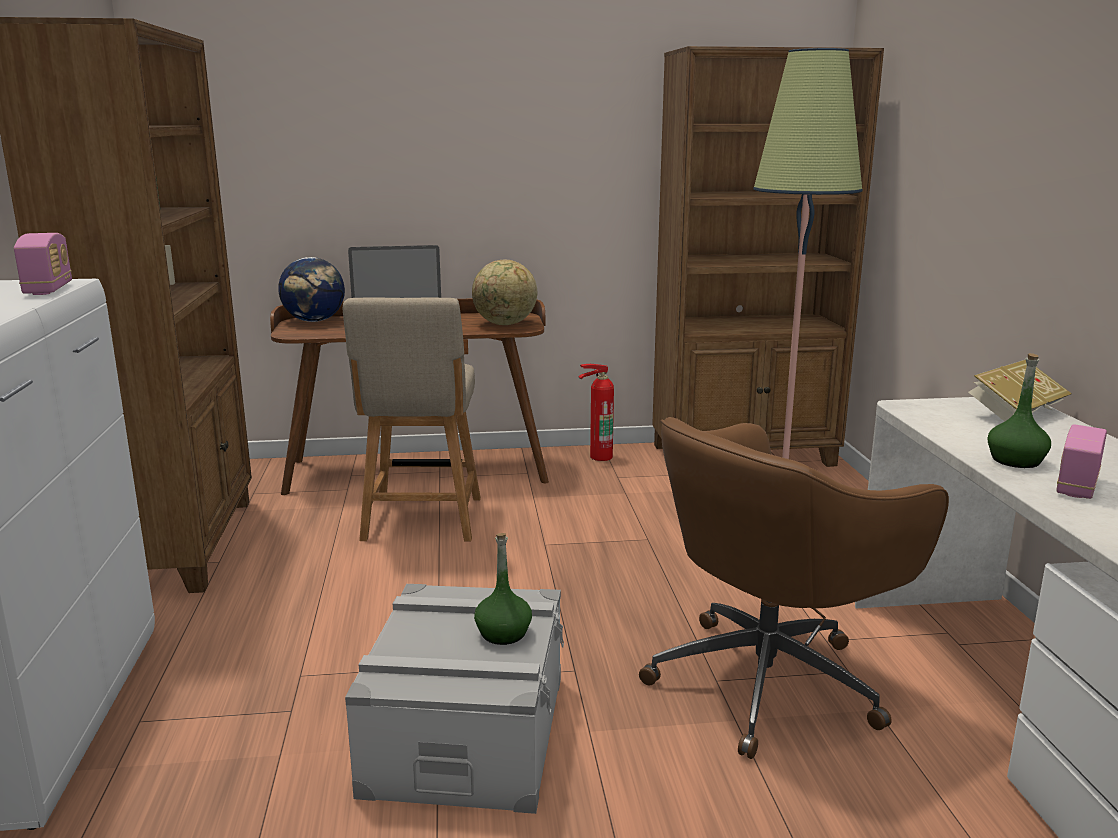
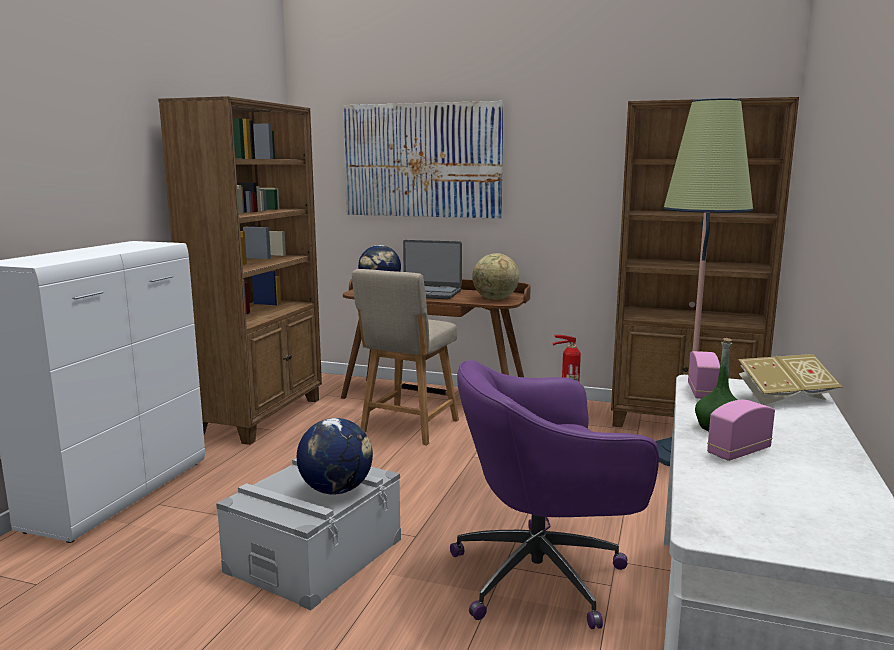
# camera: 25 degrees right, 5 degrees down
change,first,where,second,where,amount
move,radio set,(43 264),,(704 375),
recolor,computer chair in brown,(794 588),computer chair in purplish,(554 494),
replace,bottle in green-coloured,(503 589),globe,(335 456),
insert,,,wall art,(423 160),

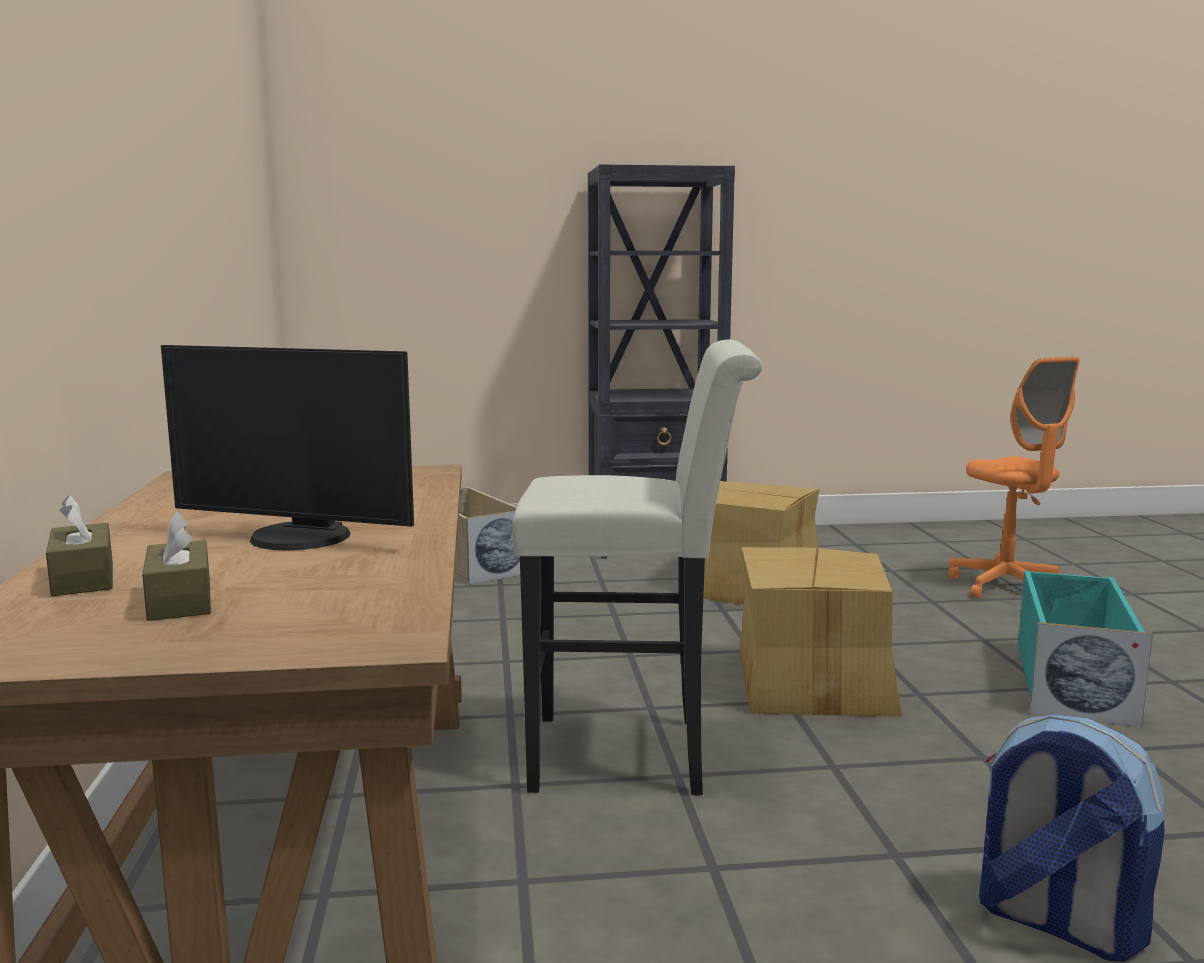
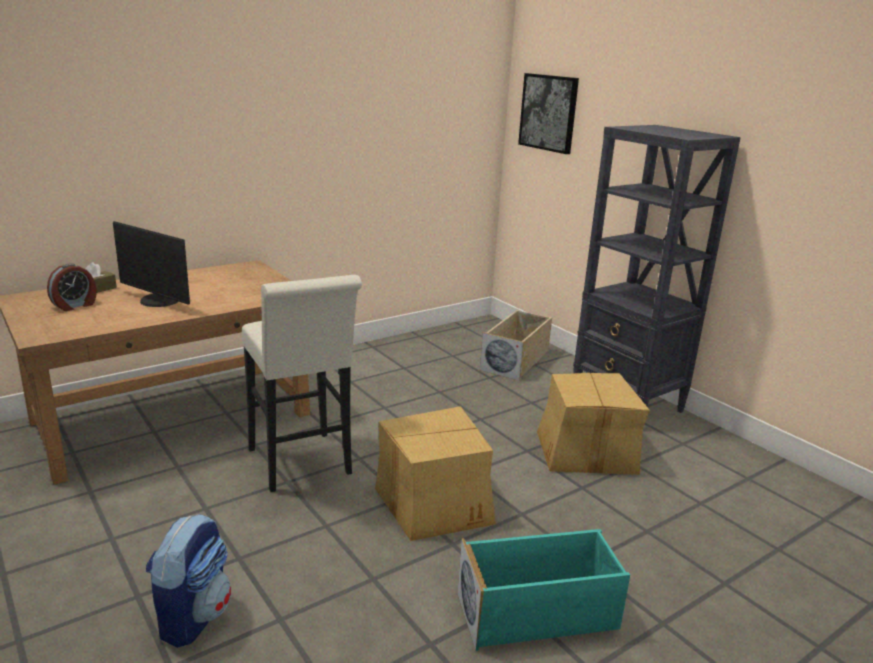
# camera: 60 degrees right, 10 degrees up
change,first,where,second,where,amount
rotate,computer screen,(287 447),,(151 264),45 degrees counterclockwise
delete,computer chair in orange,(1014 478),,,
replace,box of tissues in brown,(176 566),bedside clock,(72 287),
insert,,,wall art,(548 113),

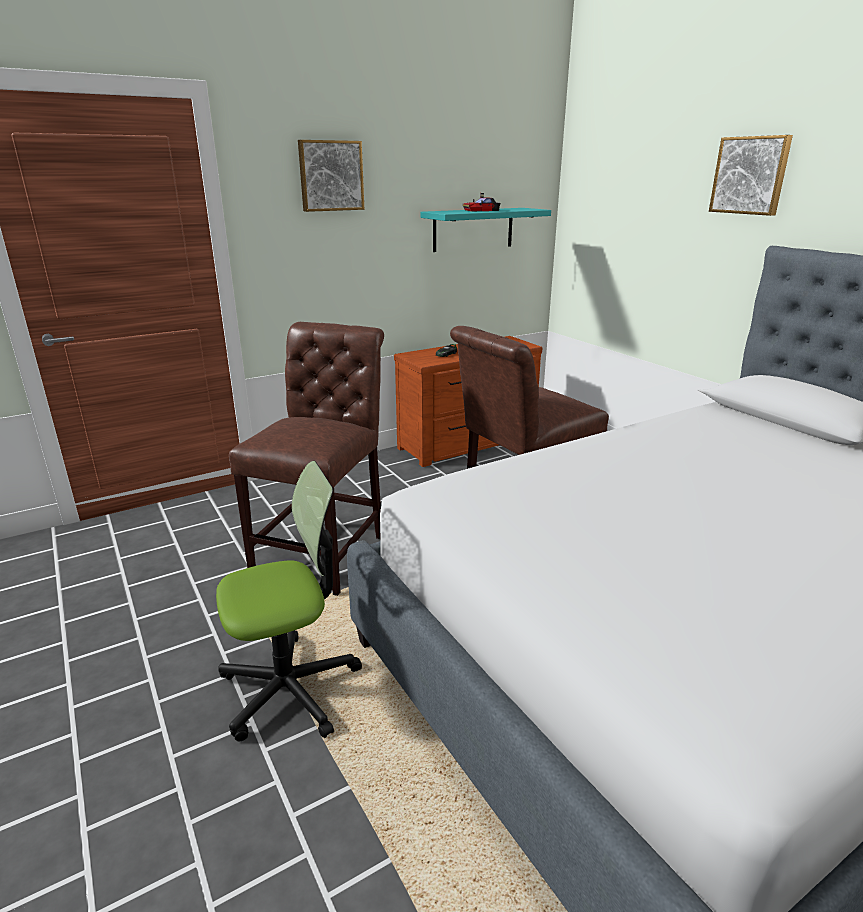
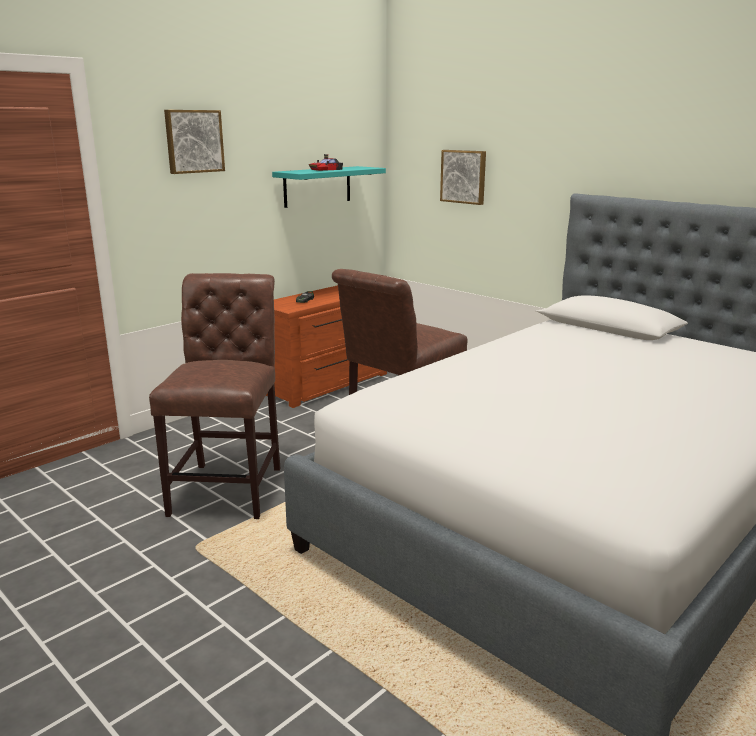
# camera: 15 degrees left, 5 degrees down
change,first,where,second,where,amount
move,wall art,(751 175),,(463 177),
delete,computer chair,(289 601),,,

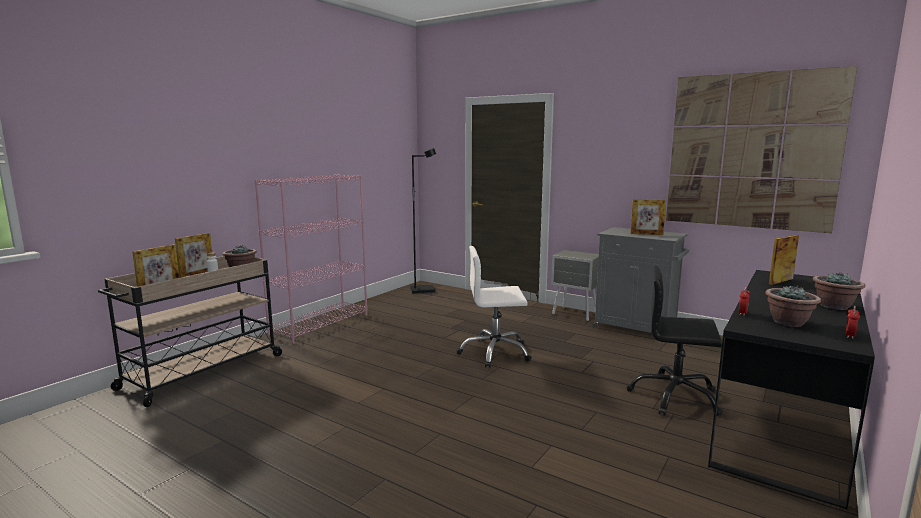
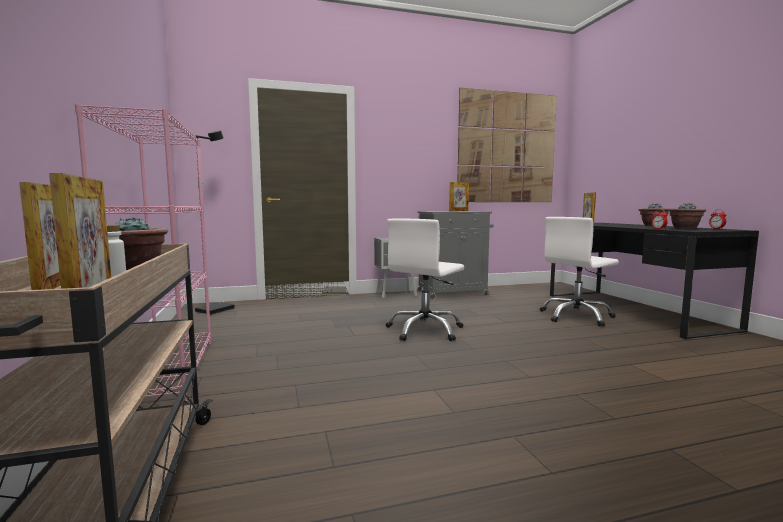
# camera: 50 degrees left, 5 degrees down
change,first,where,second,where,amount
recolor,computer chair in black,(675 340),computer chair in white-coloured,(579 272),

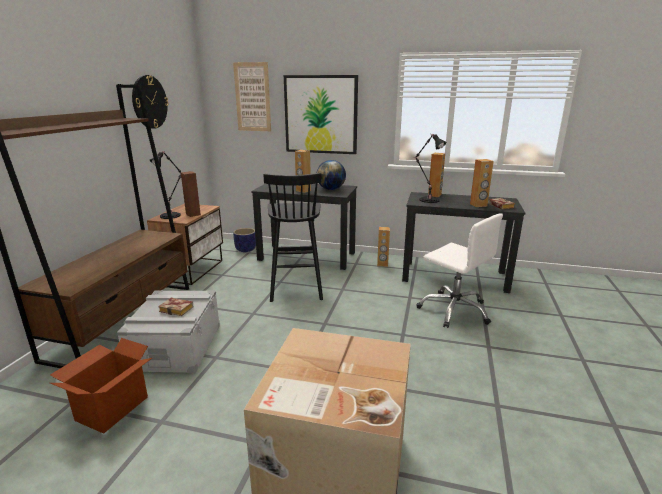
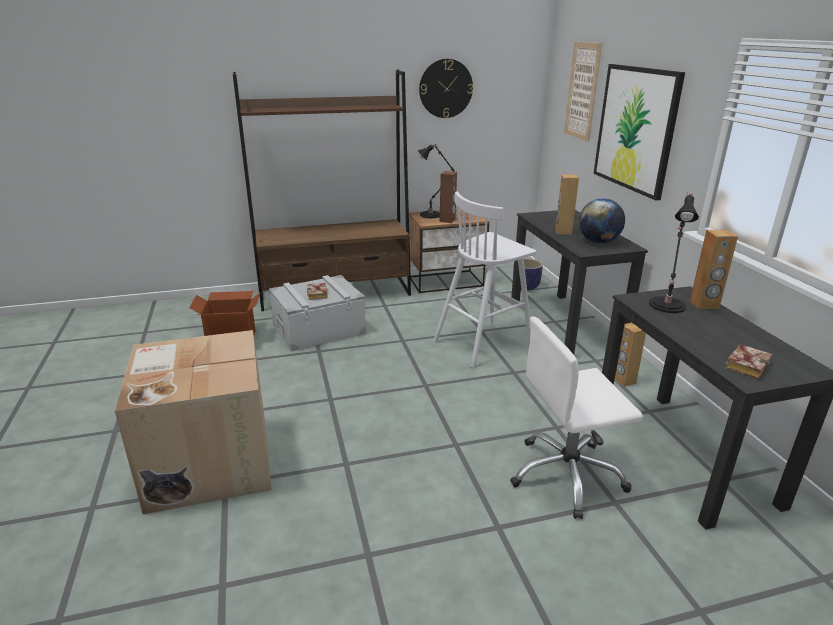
# camera: 60 degrees right, 5 degrees up
change,first,where,second,where,amount
delete,speaker in brown,(482 183),,,
recolor,sitting stool in black,(293 237),sitting stool in white-coloured,(485 279),
rotate,computer chair in white-coloured,(459 270),,(576 417),60 degrees clockwise

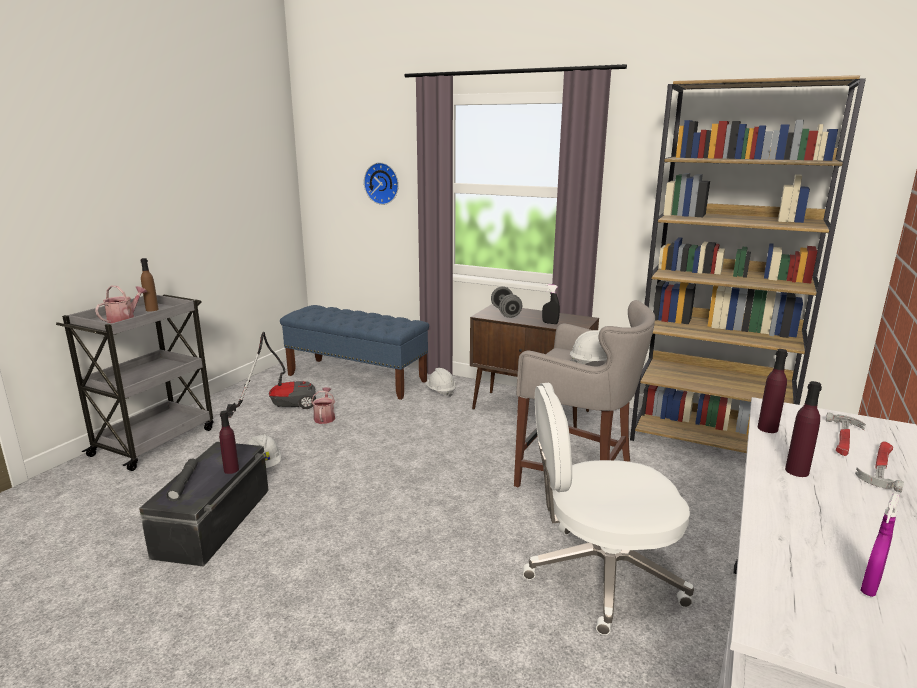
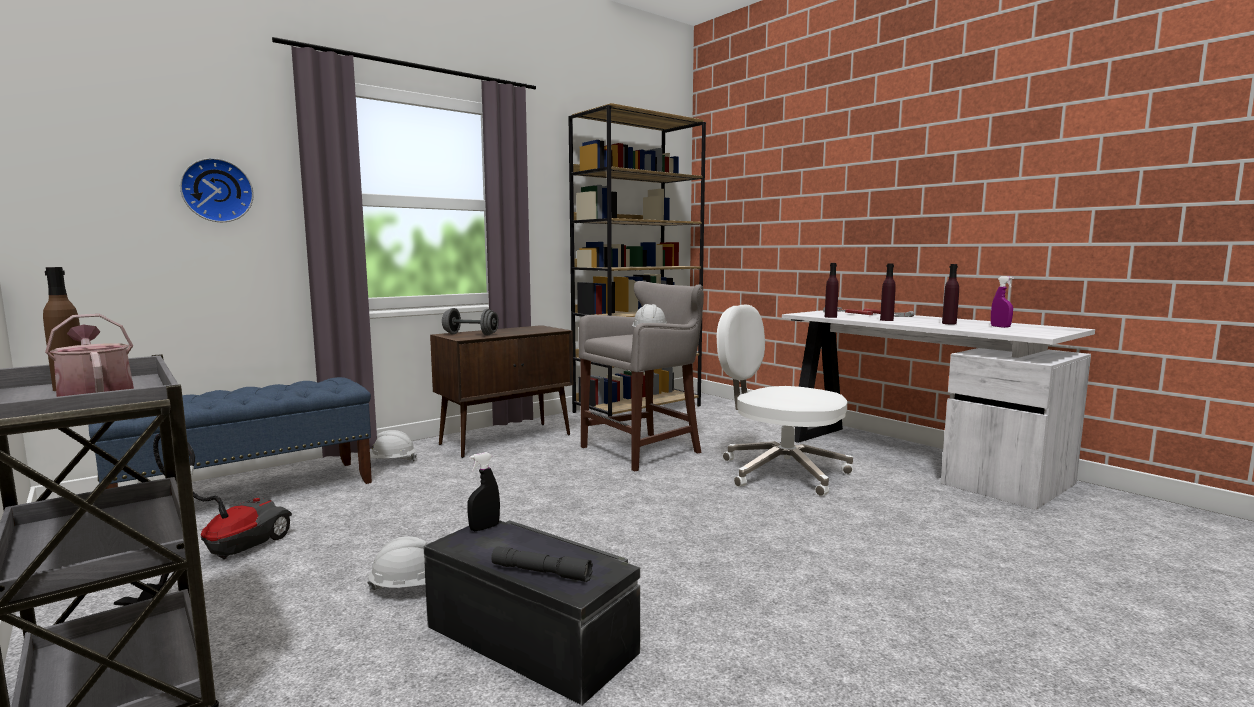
# camera: 65 degrees left, 10 degrees down
change,first,where,second,where,amount
move,hand sprayer in black,(551 304),,(483 491),
rotate,computer chair in white-coloured,(608 509),,(785 400),105 degrees clockwise
delete,sprinkling can,(323 405),,,
move,bottle in purplish,(229 442),,(950 294),

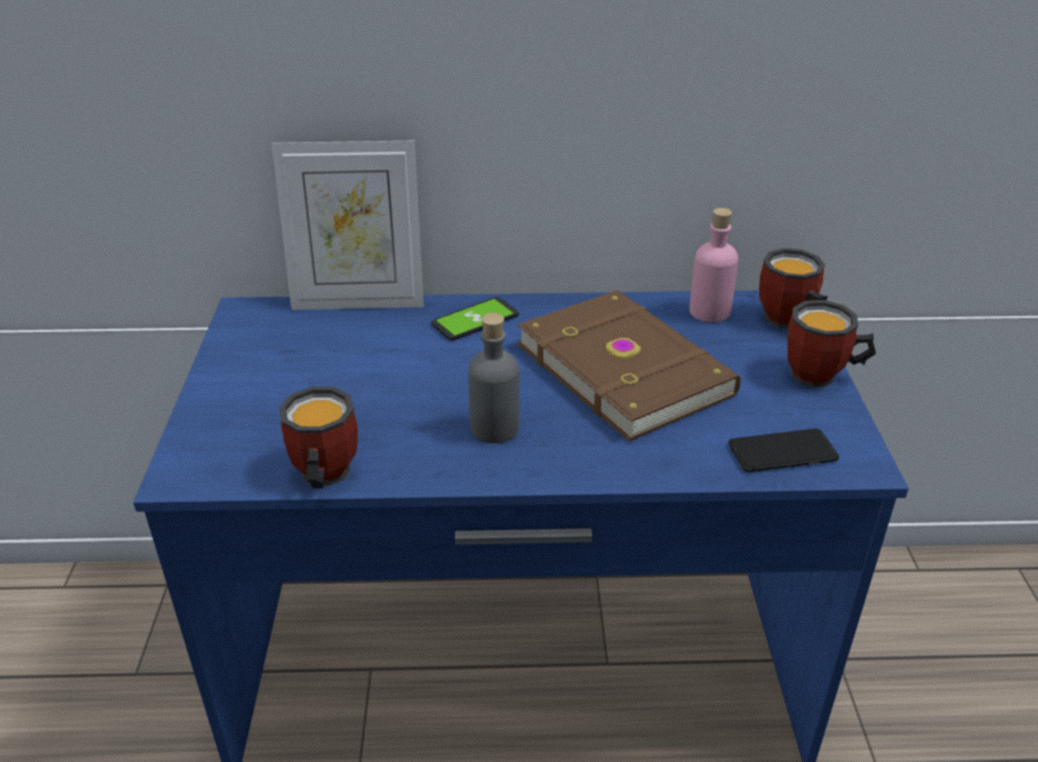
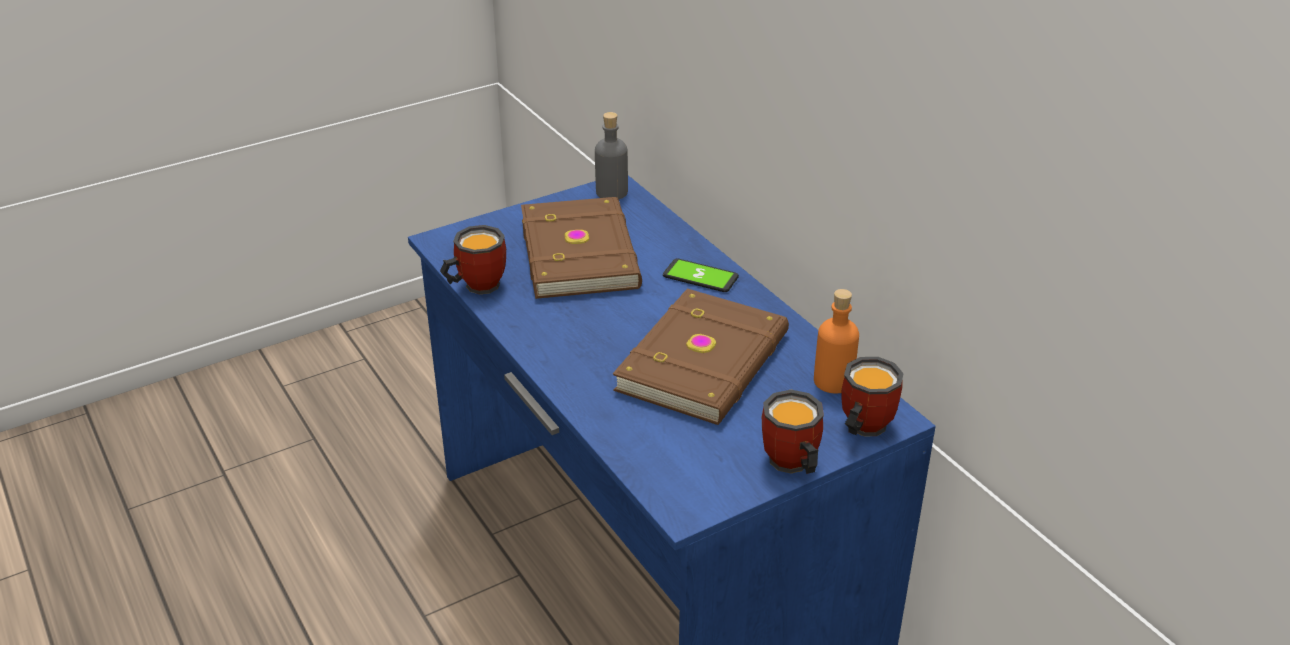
# camera: 60 degrees right, 0 degrees up
change,first,where,second,where,amount
delete,picture frame,(347 225),,,
recolor,bottle in pink-coloured,(713 265),bottle in orange,(836 341),
move,bottle in grey,(493 378),,(611 155),
delete,telephone,(783 450),,,
insert,,,book in brown,(581 248),

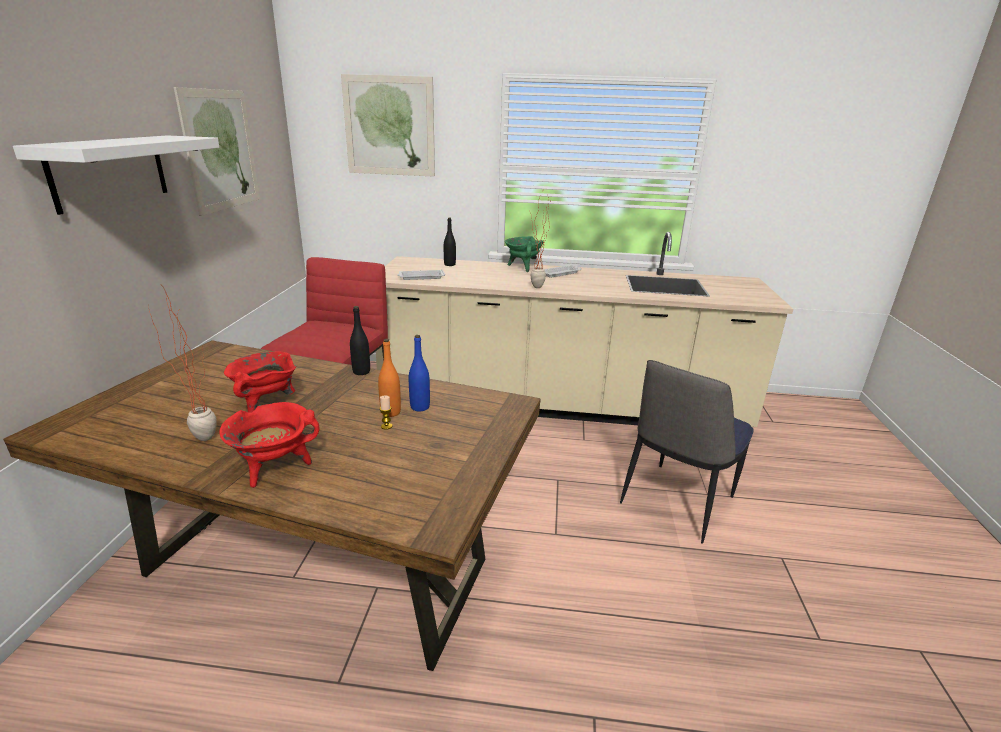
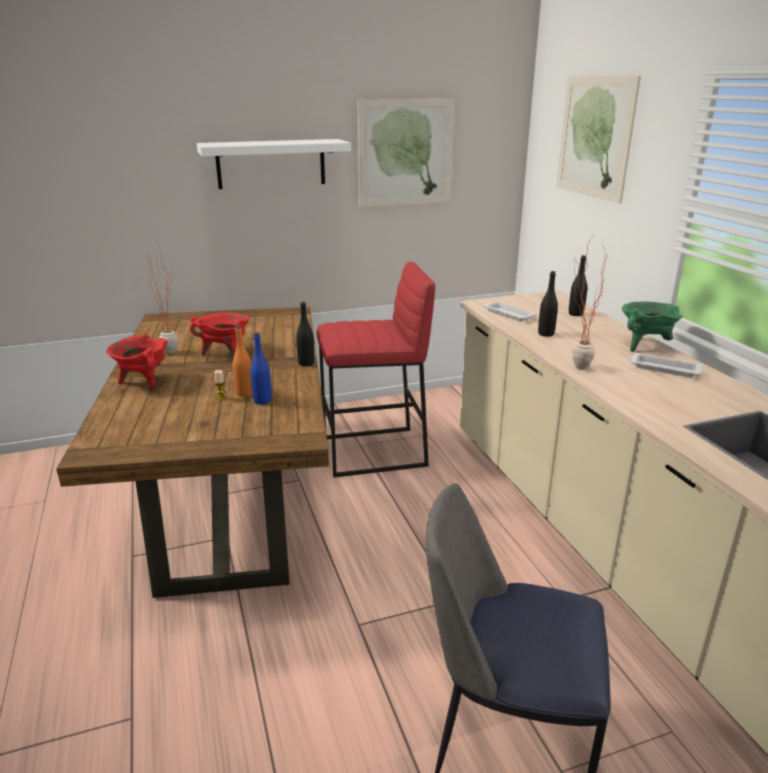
# camera: 65 degrees right, 0 degrees up
change,first,where,second,where,amount
insert,,,bottle in black,(548 304),

